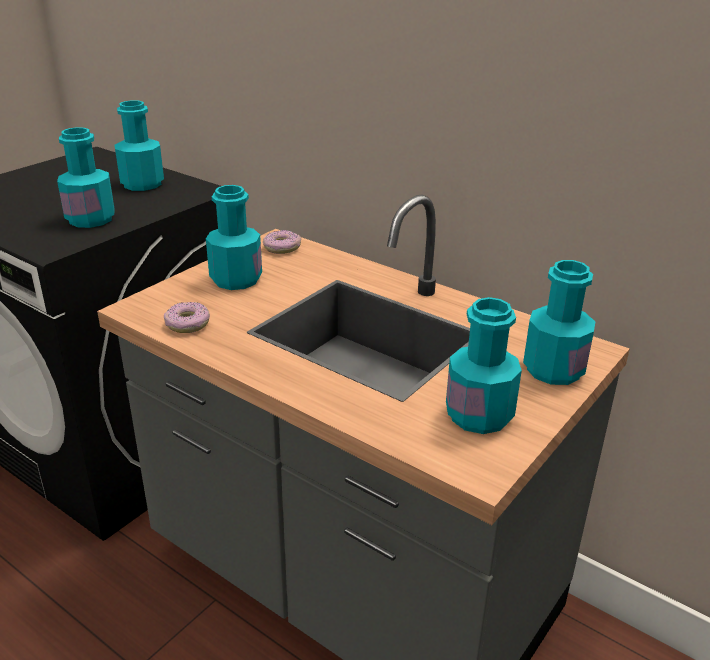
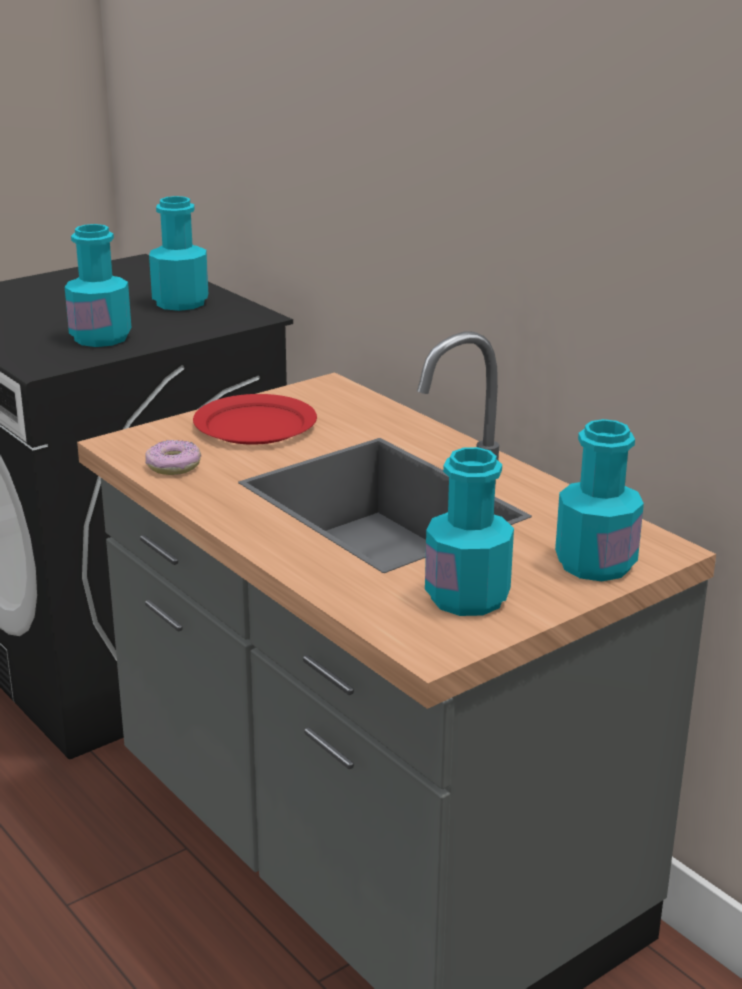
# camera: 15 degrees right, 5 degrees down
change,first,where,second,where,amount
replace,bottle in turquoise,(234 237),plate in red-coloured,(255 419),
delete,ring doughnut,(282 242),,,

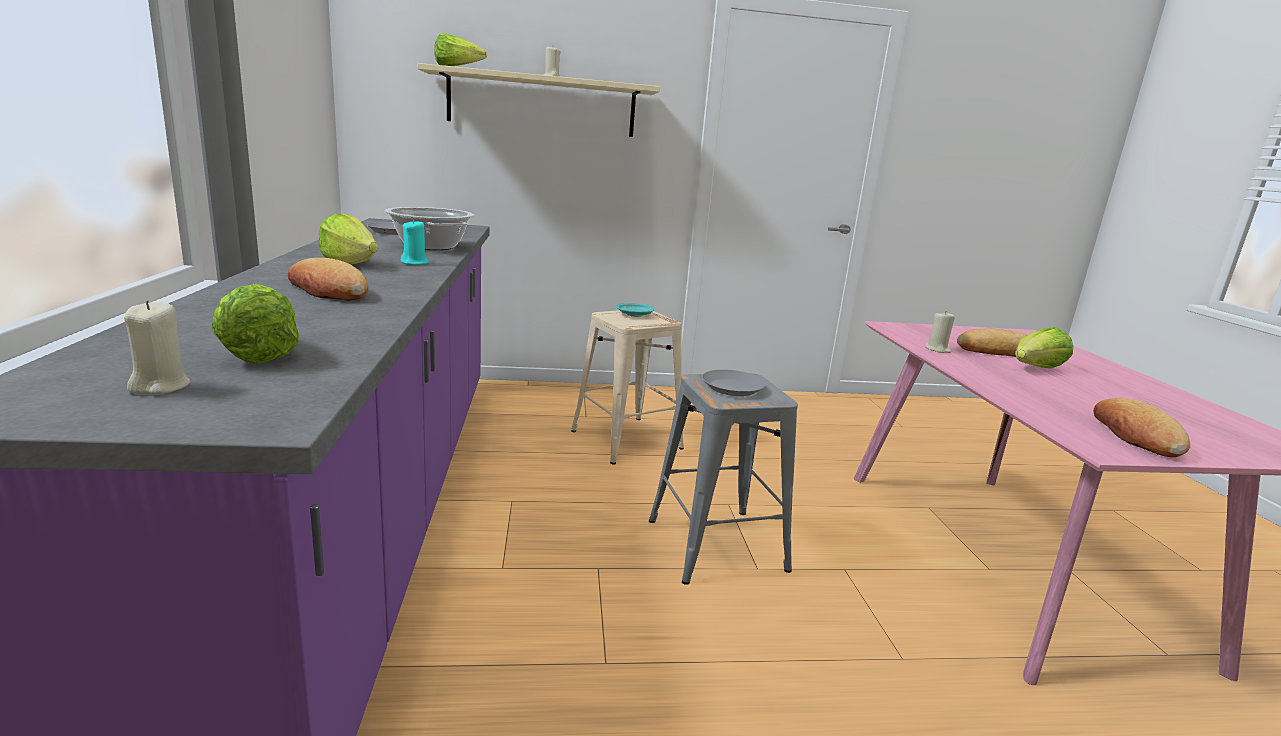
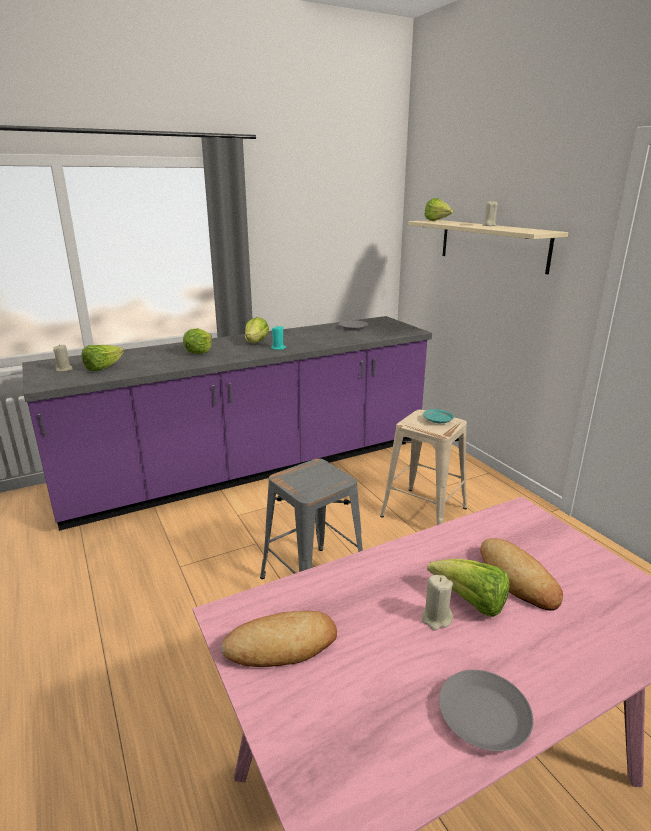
# camera: 70 degrees right, 5 degrees up
change,first,where,second,where,amount
delete,saucepot,(429 228),,,
replace,baked bread,(328 279),lettuce,(197 341),
move,candle in beige,(940 332),,(437 602),
move,plate in grey,(734 382),,(486 710),

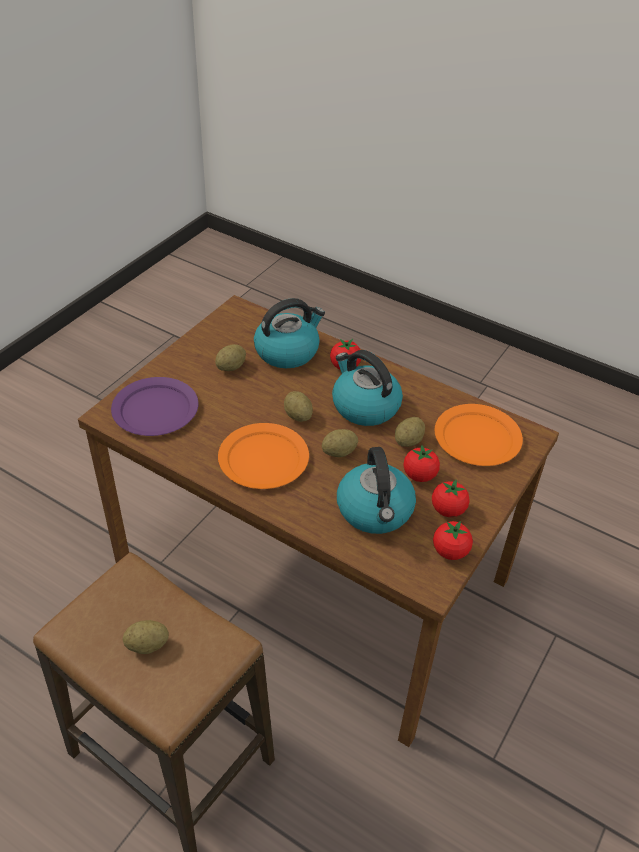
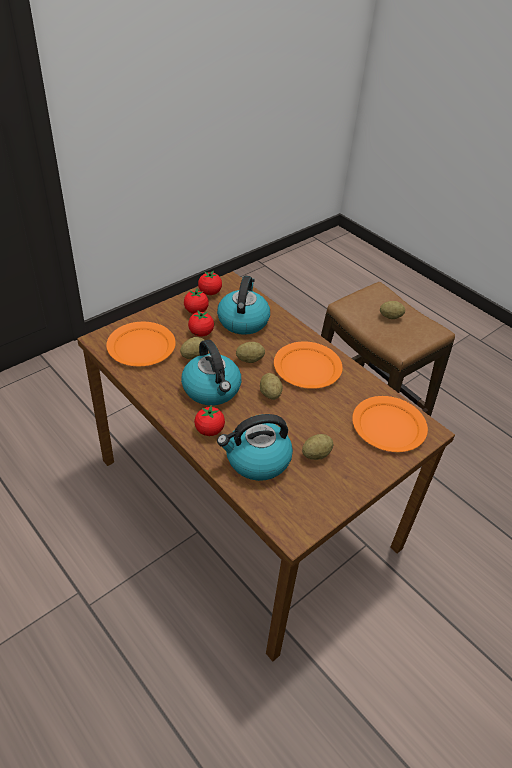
# camera: 165 degrees left, 0 degrees up
change,first,where,second,where,amount
recolor,plate in purplish,(155 406),plate in orange,(390 424),

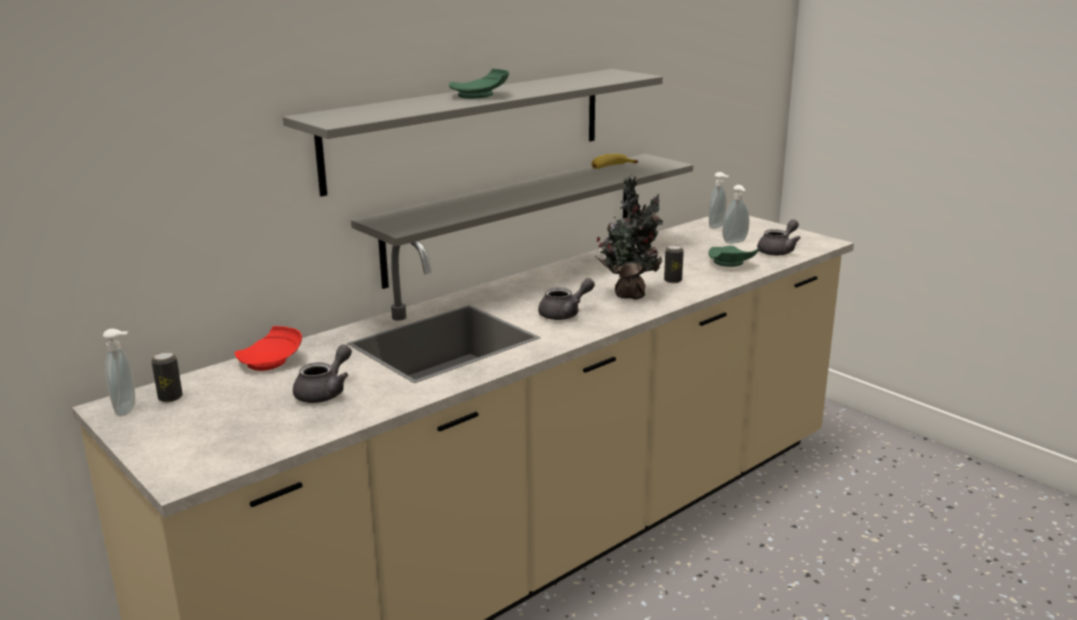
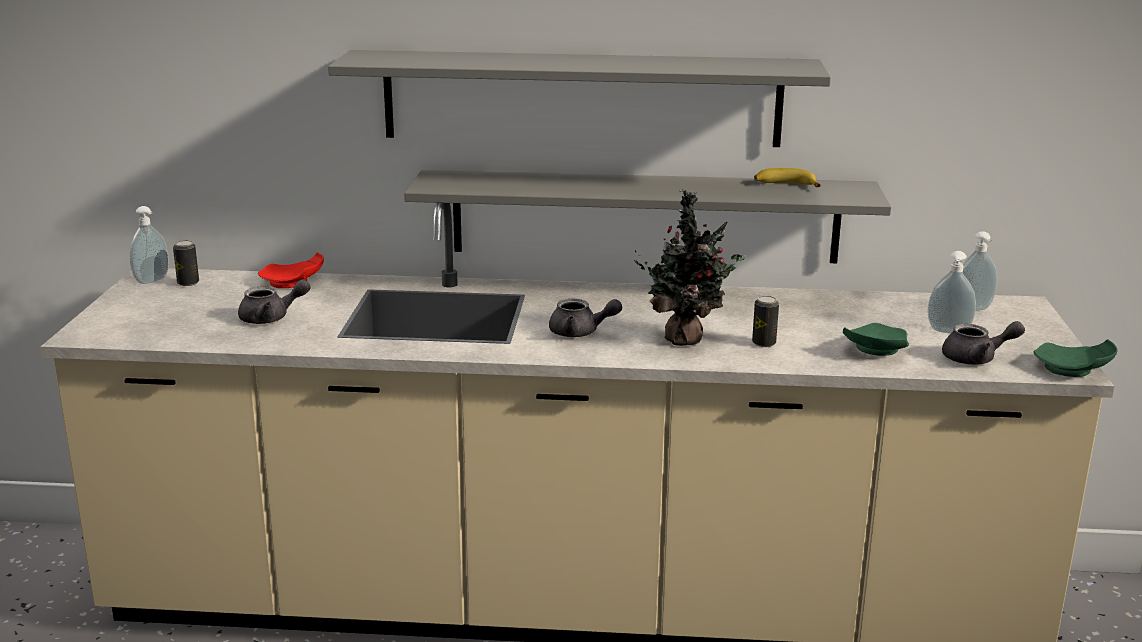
# camera: 45 degrees right, 0 degrees up
change,first,where,second,where,amount
move,plate in green-coloured,(479 84),,(1076 358),

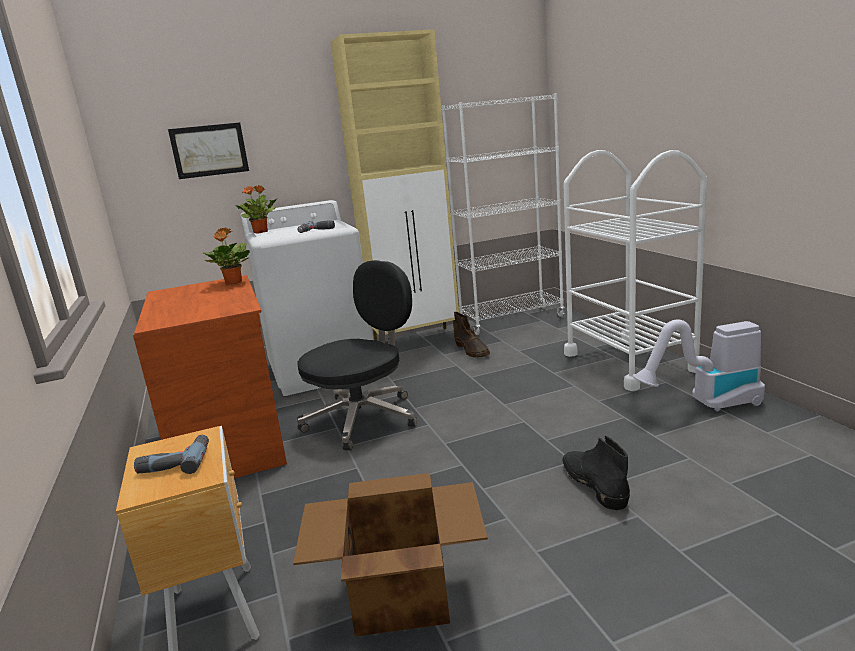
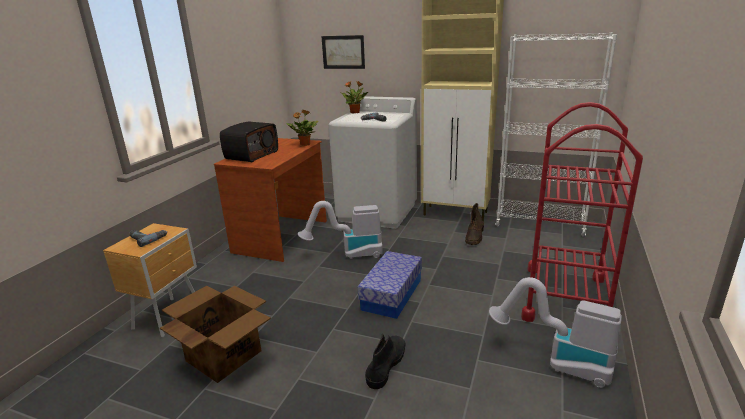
# camera: 40 degrees right, 5 degrees up
change,first,where,second,where,amount
recolor,wheeled cart in white-coloured,(635 270),wheeled cart in red-coloured,(582 212),
replace,computer chair in black,(357 355),hoover,(340 230),
insert,,,radio set,(249 142),
insert,,,storage bin,(390 285),

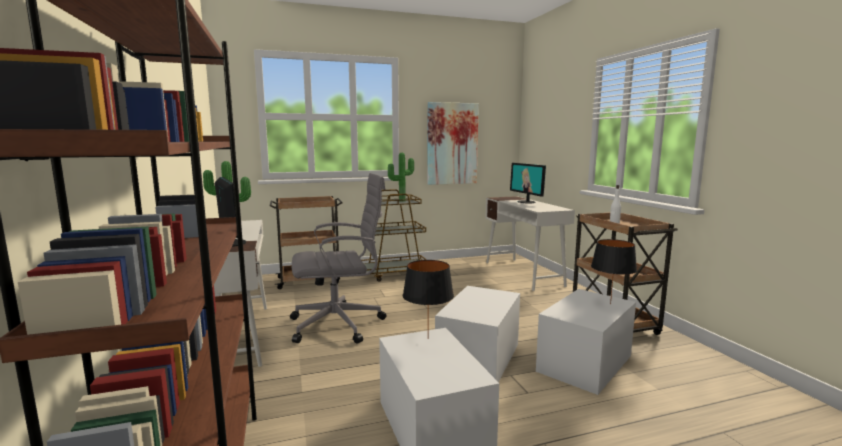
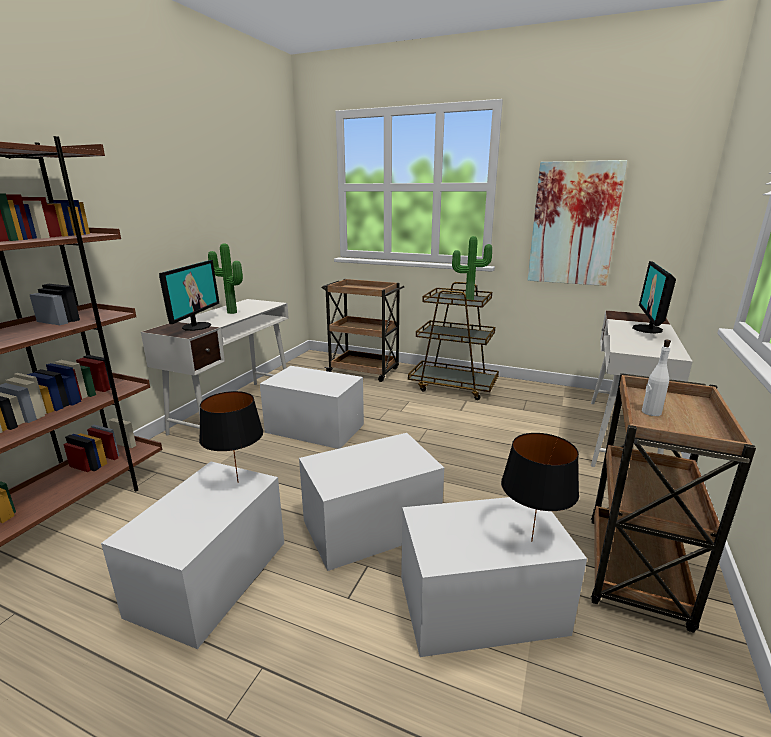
# camera: 40 degrees right, 10 degrees up
change,first,where,second,where,amount
replace,computer chair in grey,(338 258),storage bin in white-coloured,(312 407),

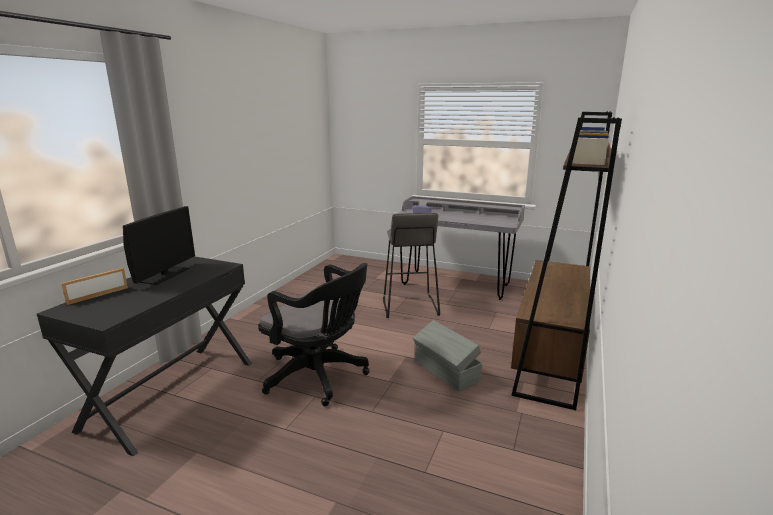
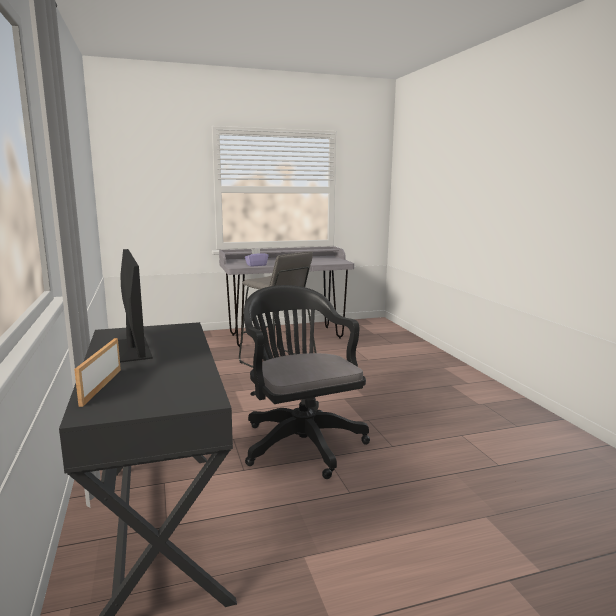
# camera: 40 degrees left, 5 degrees down
change,first,where,second,where,amount
delete,bookshelf in brown,(566 261),,,
rotate,computer chair in black,(314 334),,(307 382),105 degrees counterclockwise
delete,storage bin in grey,(447 356),,,

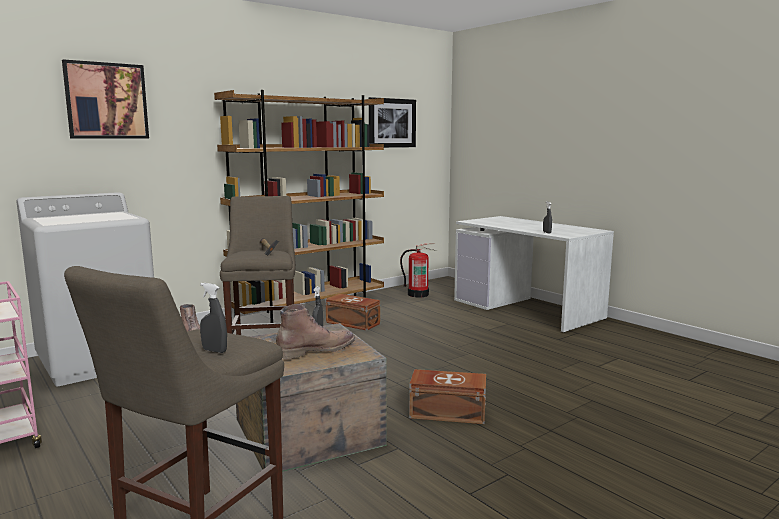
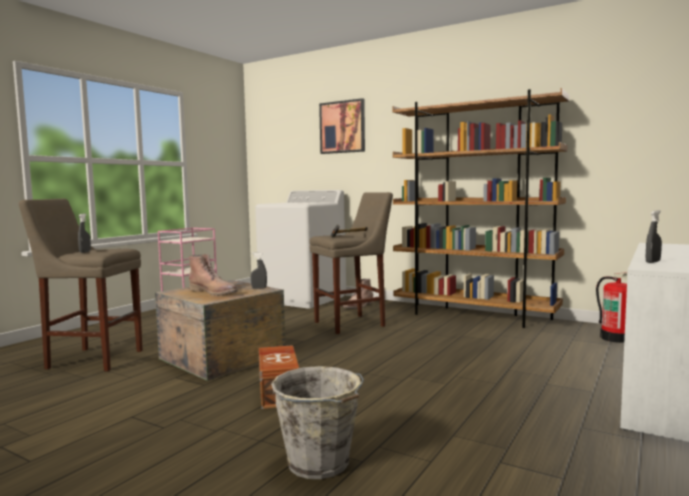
# camera: 70 degrees right, 5 degrees down
change,first,where,second,where,amount
delete,wall art,(392 122),,,
delete,storage bin in brown,(352 312),,,
insert,,,pail in grey,(317 422),

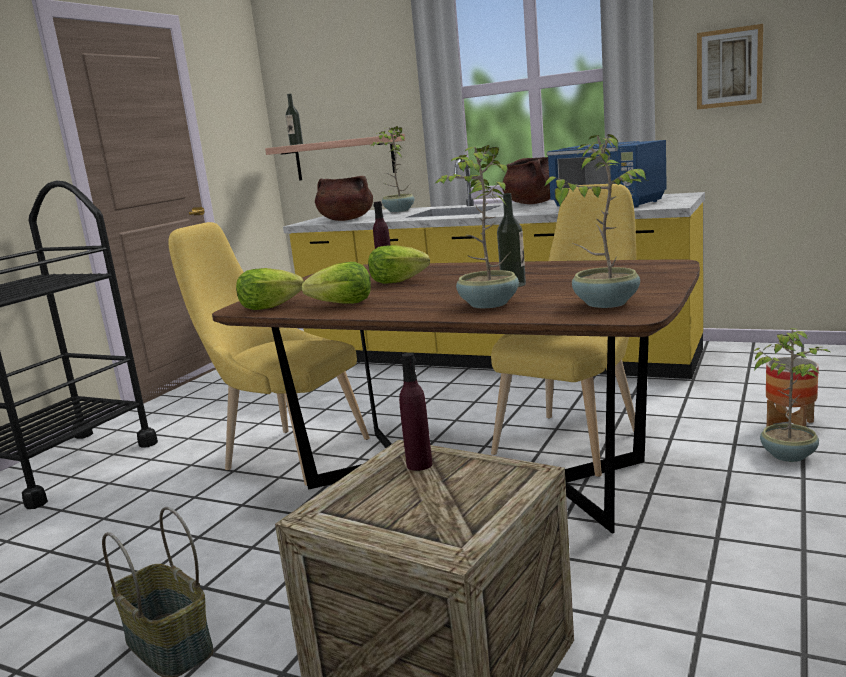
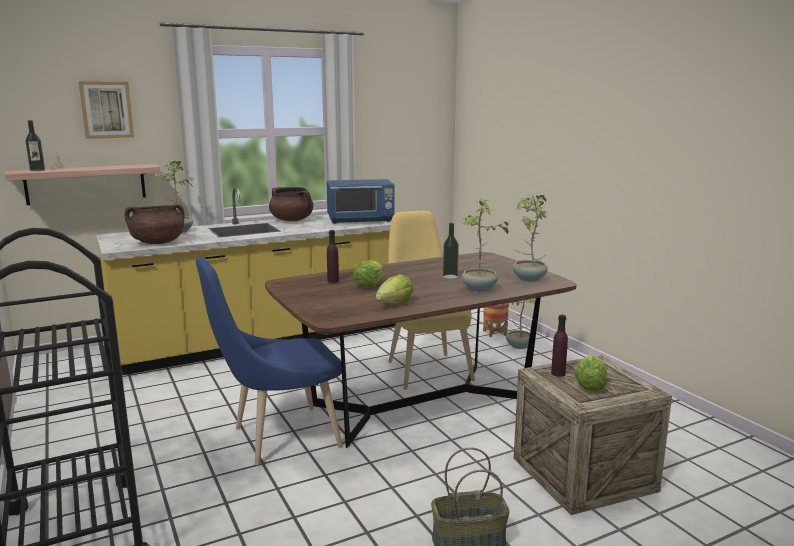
# camera: 55 degrees left, 0 degrees up
change,first,where,second,where,amount
move,wall art,(730 67),,(106 110),
recolor,chair in yellowish,(269 354),chair in blue,(269 361),
move,lettuce,(270 289),,(591 373),

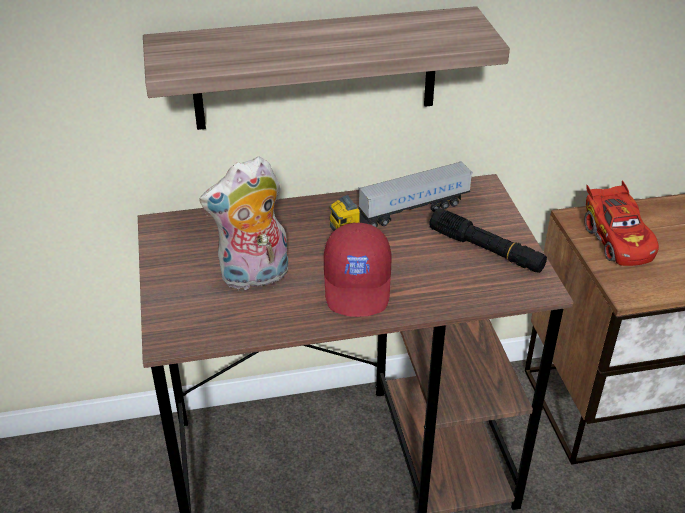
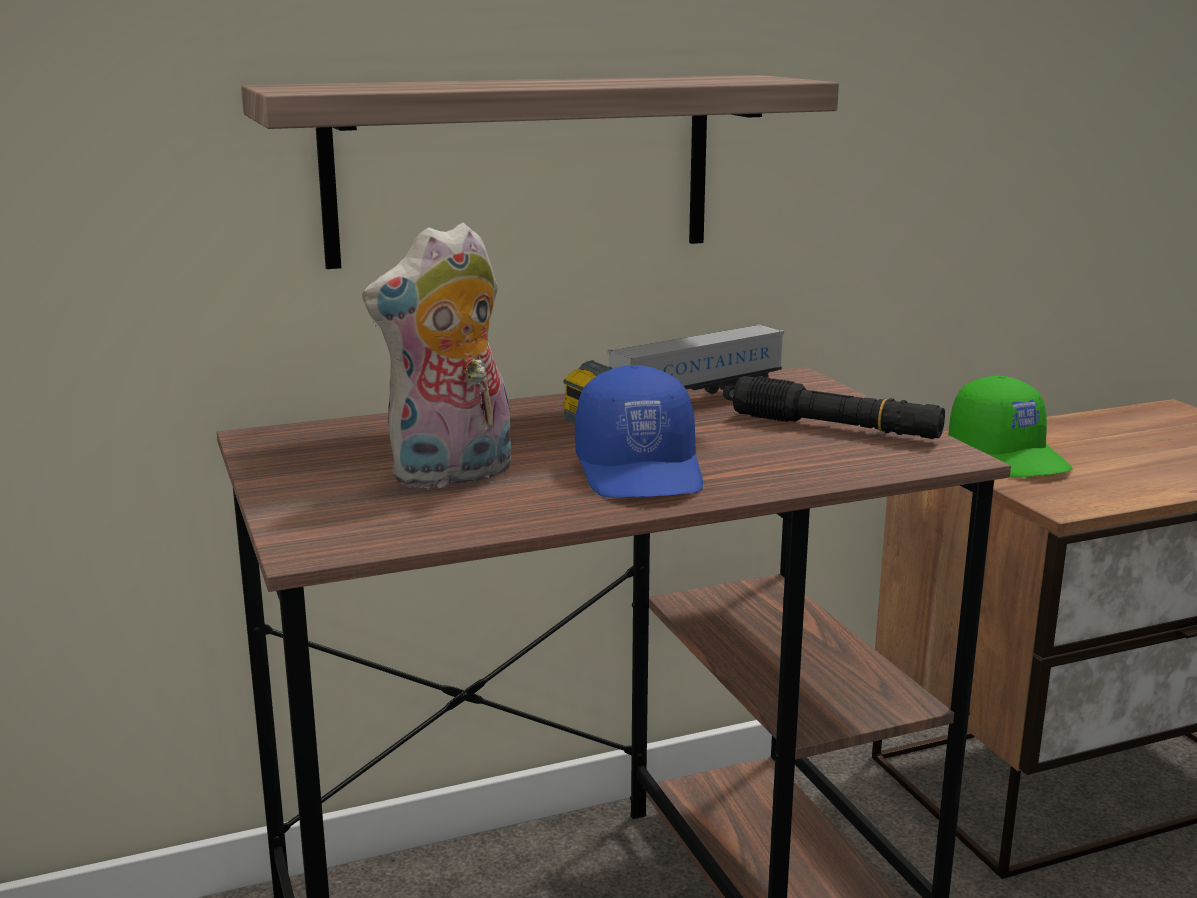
# camera: 10 degrees left, 20 degrees down
change,first,where,second,where,amount
replace,miniature car in red-coloured,(621 223),cap in green-coloured,(1010 426),
recolor,cap in red-coloured,(358 270),cap in blue,(639 431),

